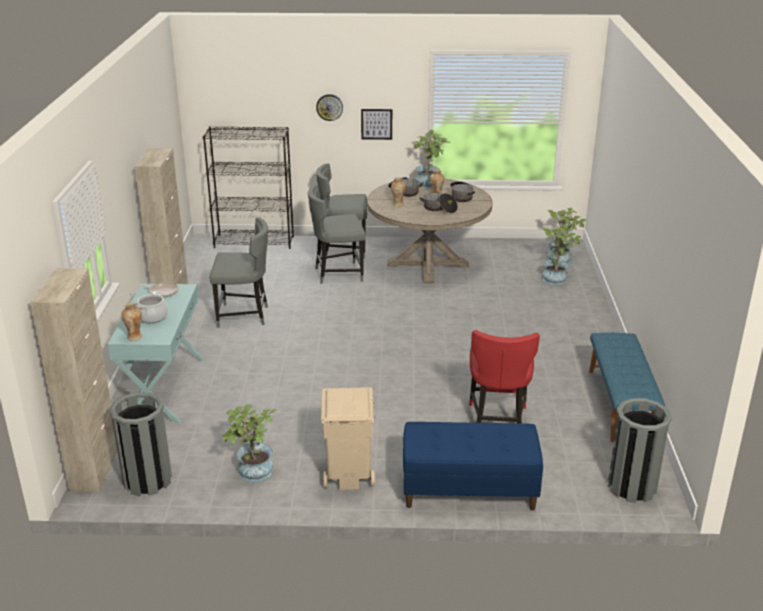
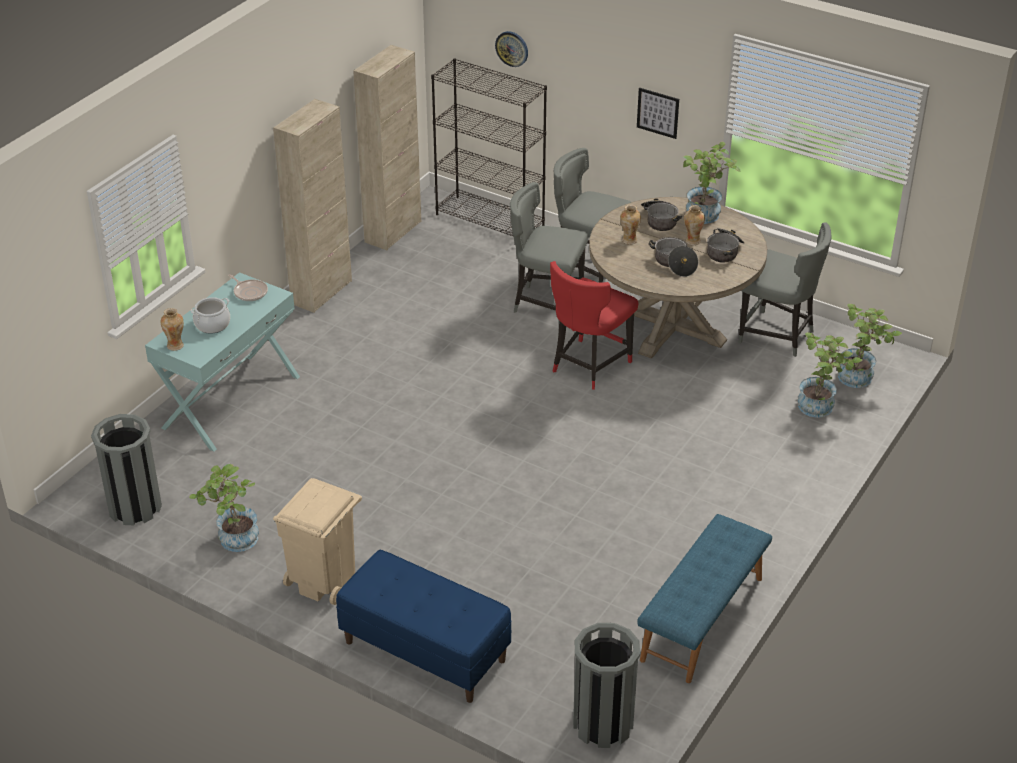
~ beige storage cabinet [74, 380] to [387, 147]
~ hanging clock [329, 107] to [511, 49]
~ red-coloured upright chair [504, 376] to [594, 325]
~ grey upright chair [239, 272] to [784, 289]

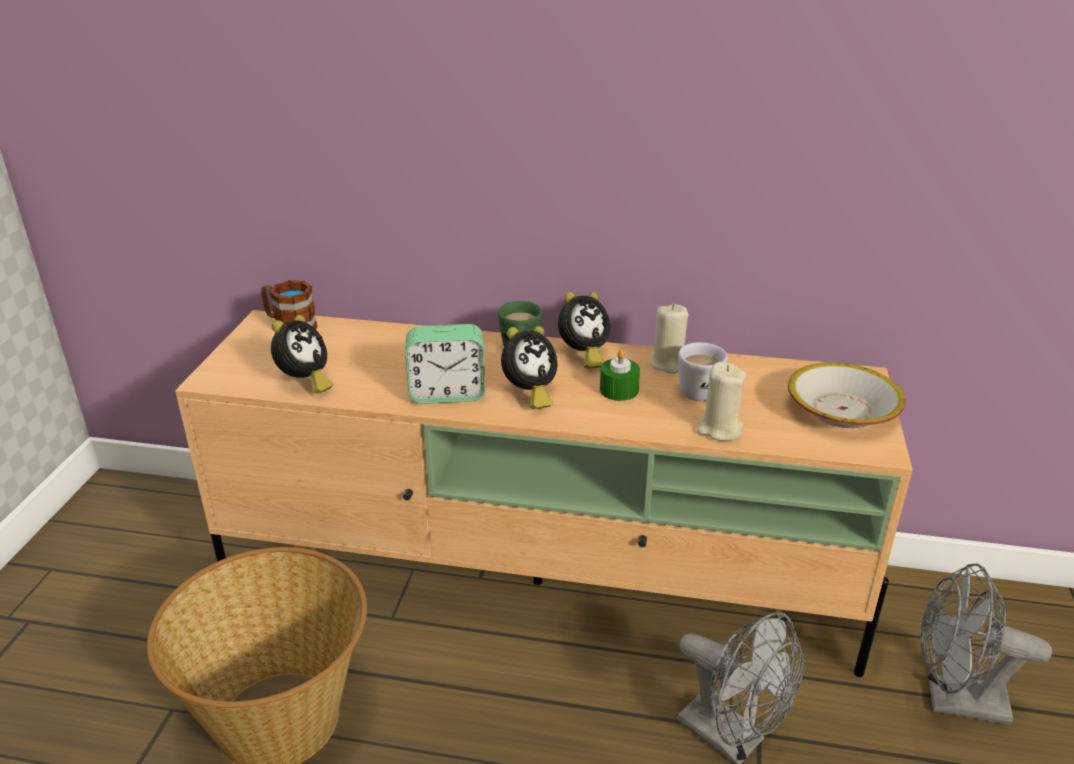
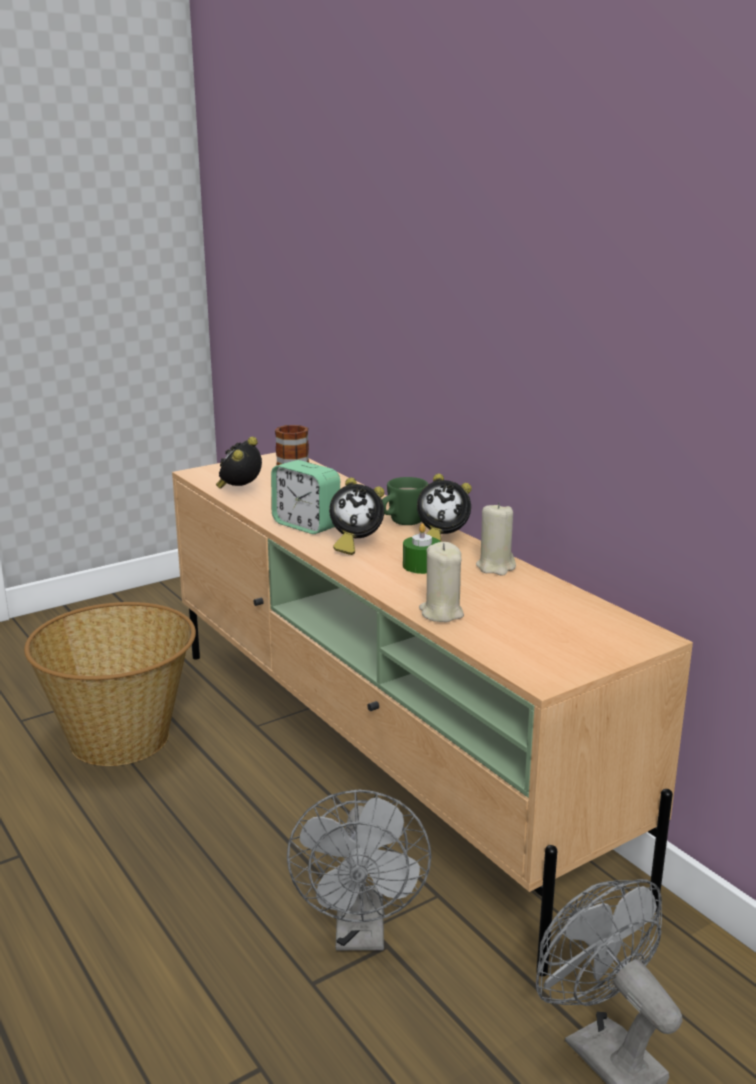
~ bedside clock [302, 354] = [239, 463] 135 degrees clockwise
- white-coloured tea mug [703, 371]
- bowl [847, 395]

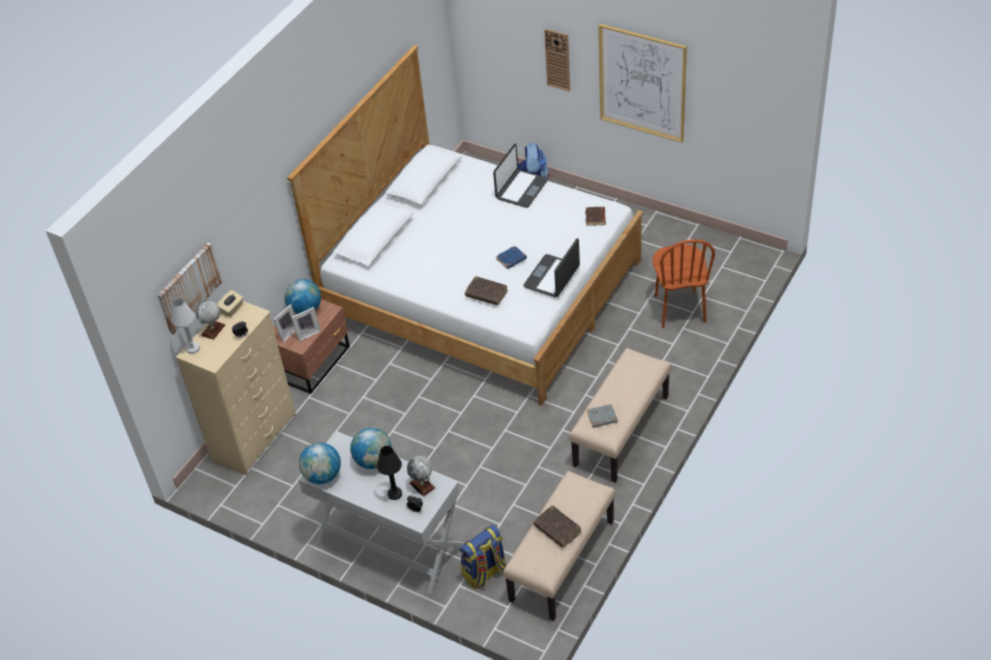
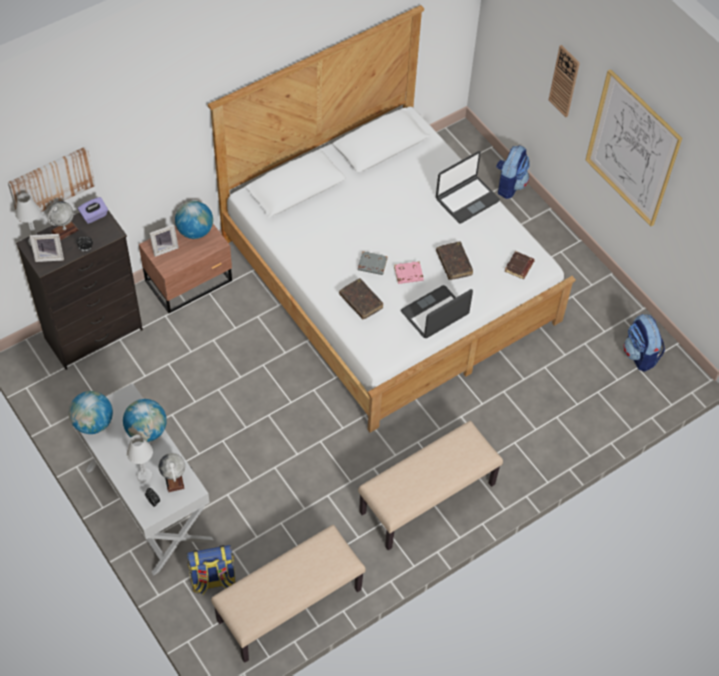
~ beige drawer chest [236, 388] to blackish drawer chest [79, 290]
~ picture frame [306, 324] to [47, 248]
~ beige tissue box [230, 303] to purplish tissue box [93, 210]
~ blackish tabletop lamp [389, 473] to white-coloured tabletop lamp [140, 459]
~ grey volume [602, 416] to [373, 263]
~ blue-coloured volume [511, 257] to pink volume [409, 272]
~ brown volume [557, 526] to [454, 260]
+ knapsack [644, 343]
- brown upright chair [683, 283]

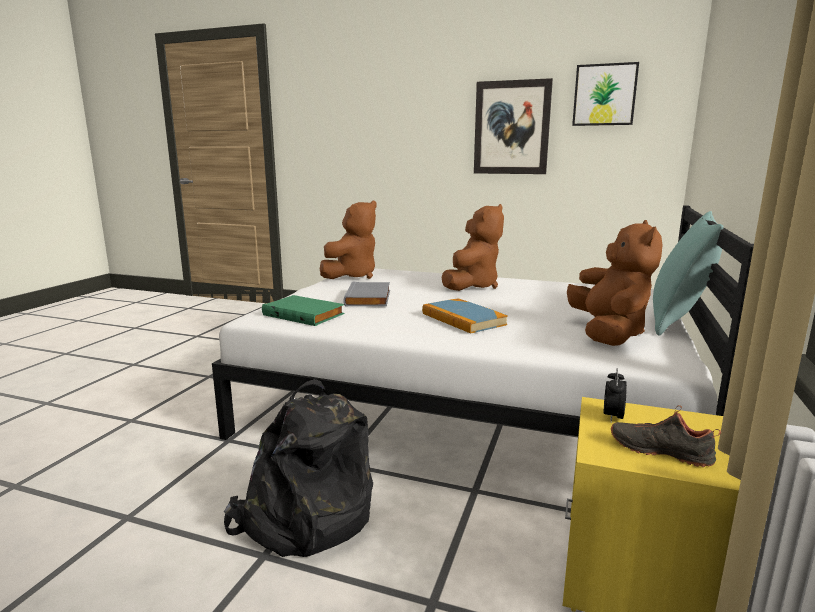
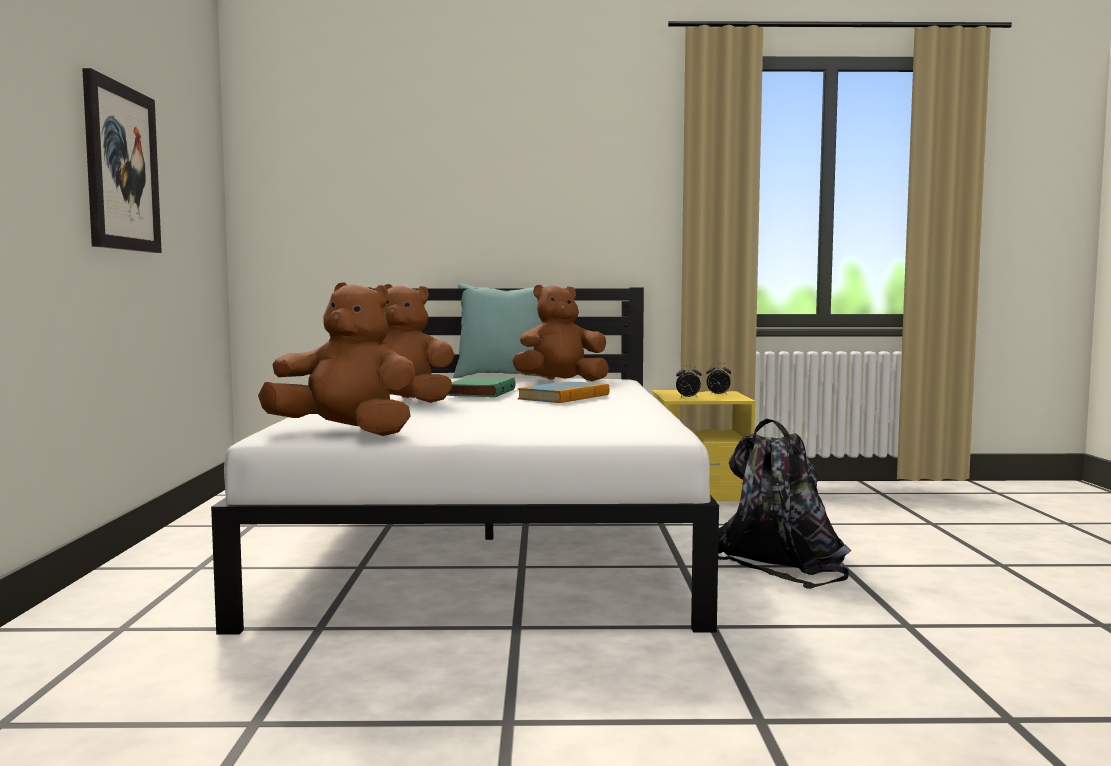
~ green volume [303, 310] to [481, 387]
~ blackish low shoe [666, 436] to bedside clock [718, 379]
- grey volume [366, 294]
- wall art [605, 94]

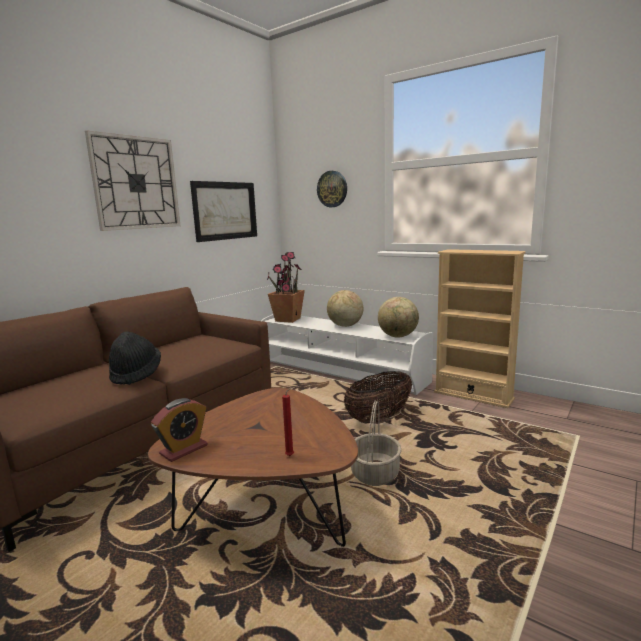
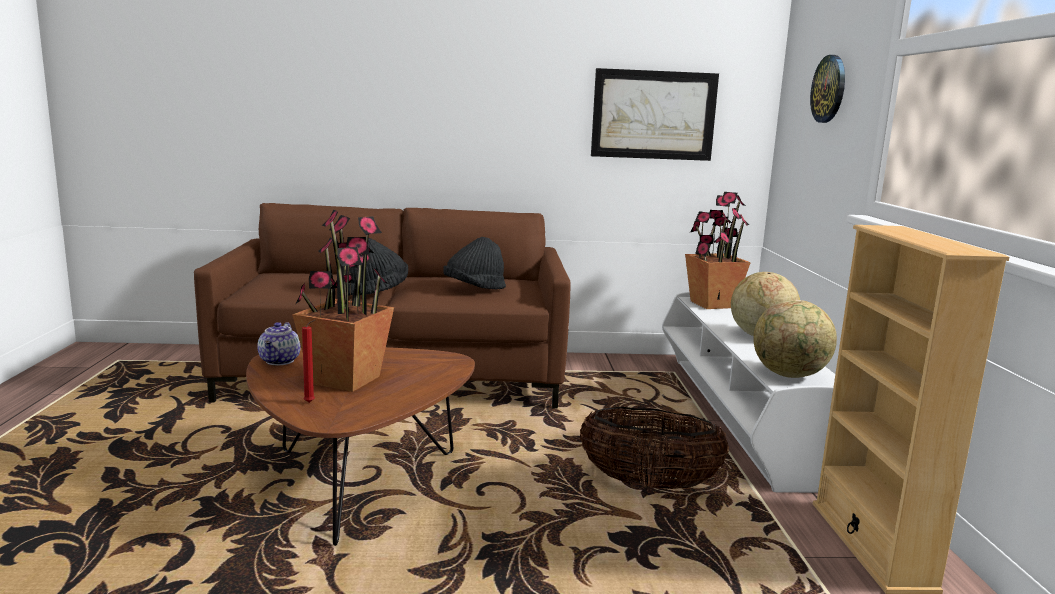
~ bedside clock [179, 430] to tea pot [279, 343]
+ plant in a pot [343, 300]
+ blackish hat [474, 263]
- hanging clock [132, 181]
- storage basket [376, 443]

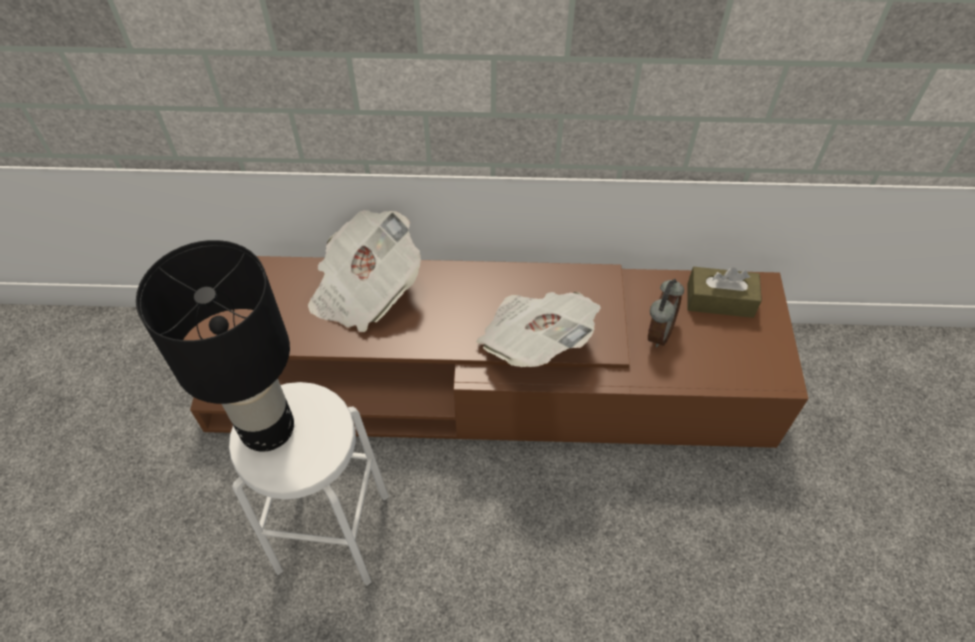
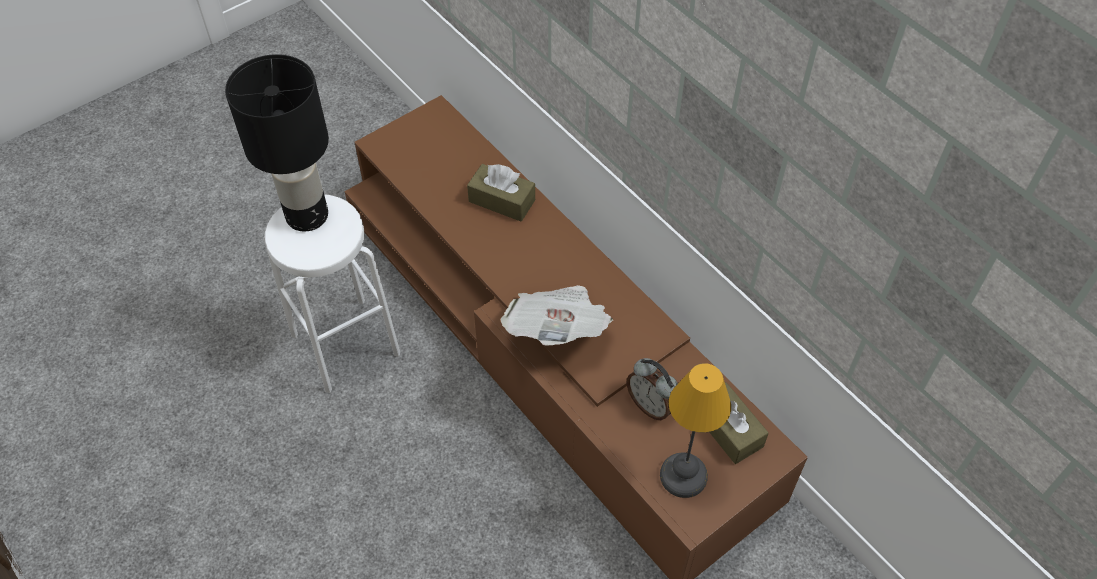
~ daily paper [364, 271] to brown tissue box [501, 192]
~ bedside clock [666, 313] = [652, 389] 60 degrees clockwise
+ tabletop lamp [695, 430]

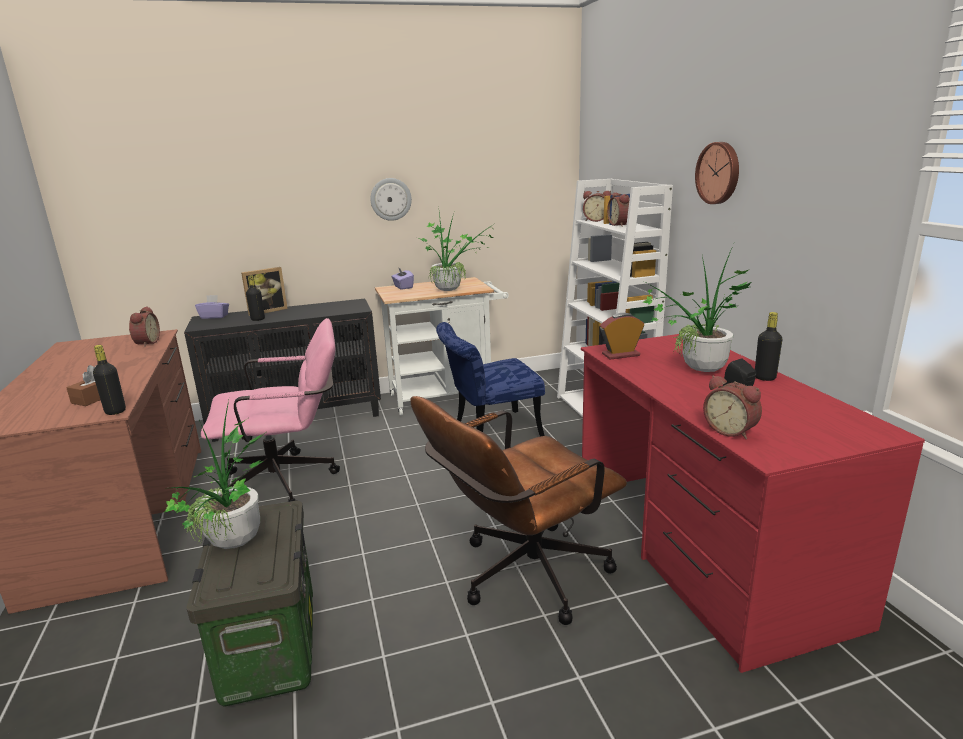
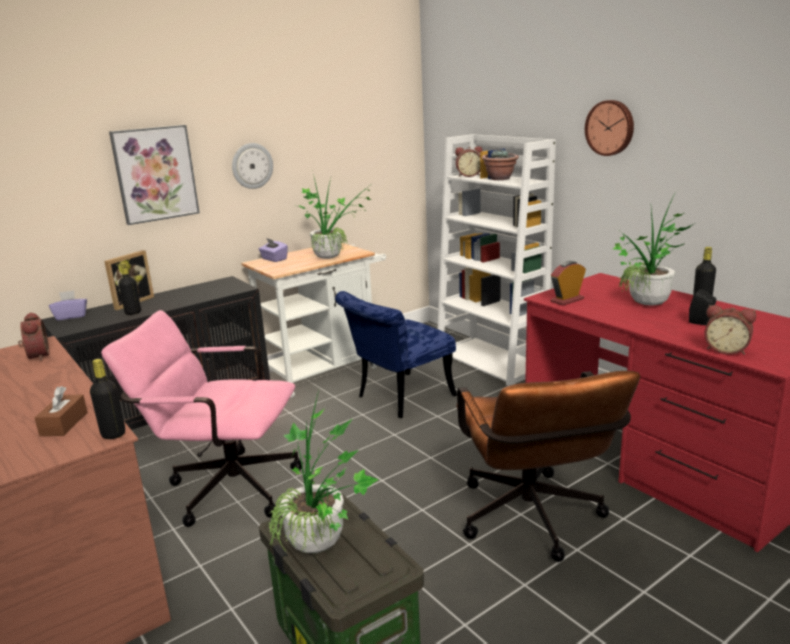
~ pink office chair [270, 410] = [201, 418] 135 degrees counterclockwise
+ wall art [154, 175]
~ brown office chair [518, 510] = [548, 466] 45 degrees counterclockwise
~ bedside clock [618, 210] to plant in a pot [500, 164]

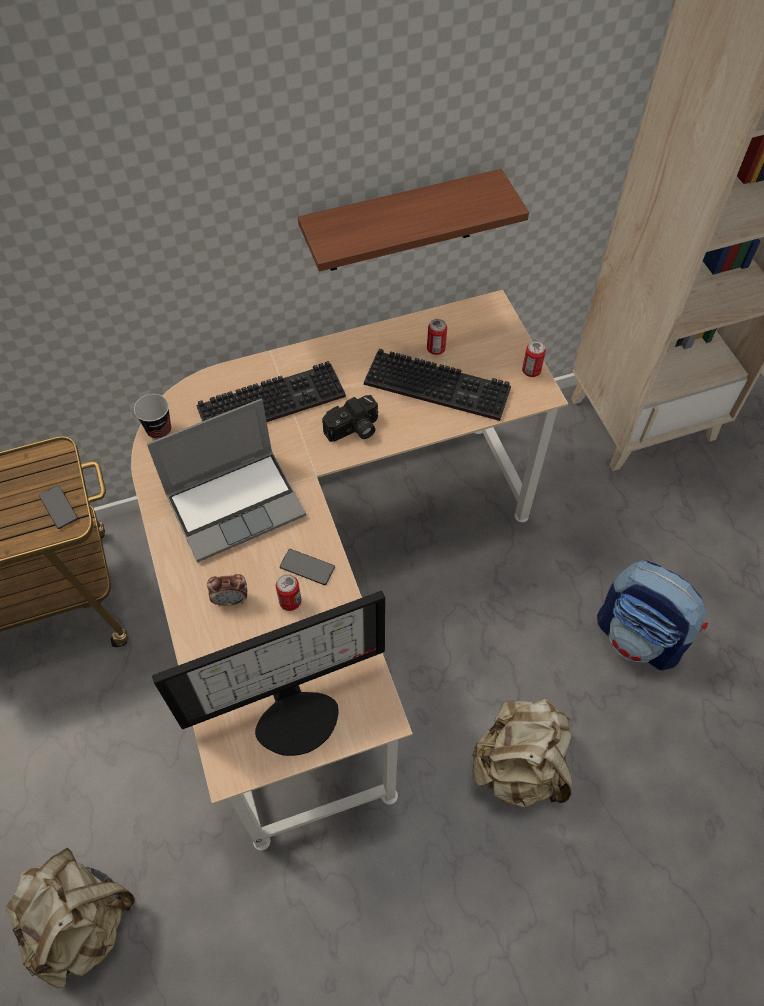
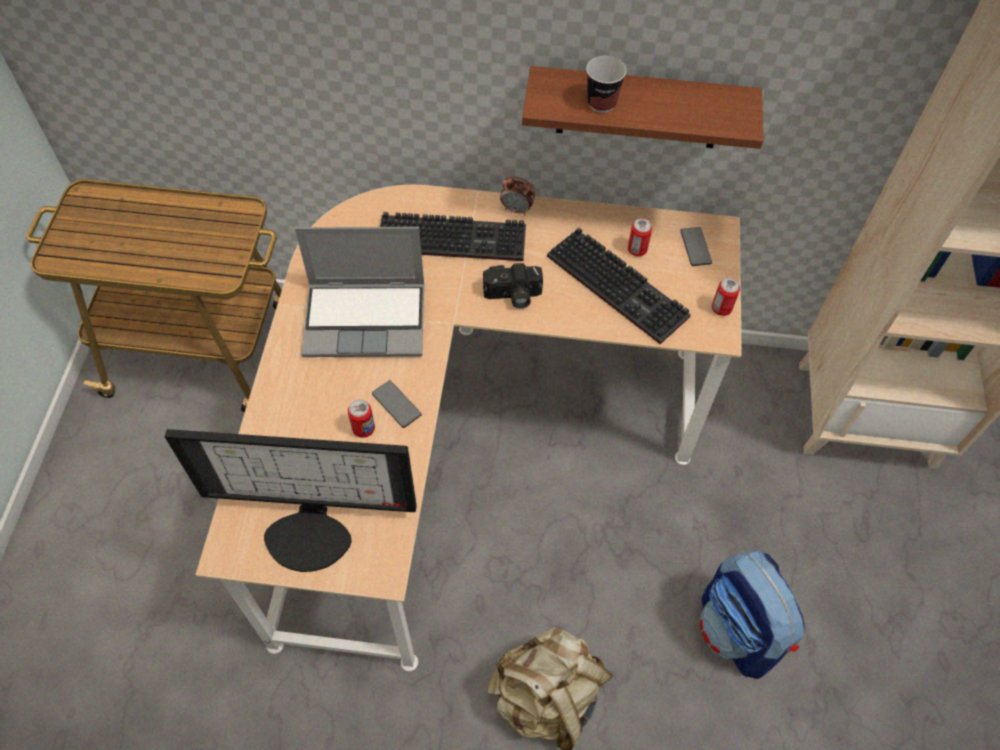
~ bedside clock [227, 590] to [517, 195]
~ small cup [152, 416] to [606, 84]
~ phone [58, 507] to [696, 246]
- beige knapsack [71, 918]

